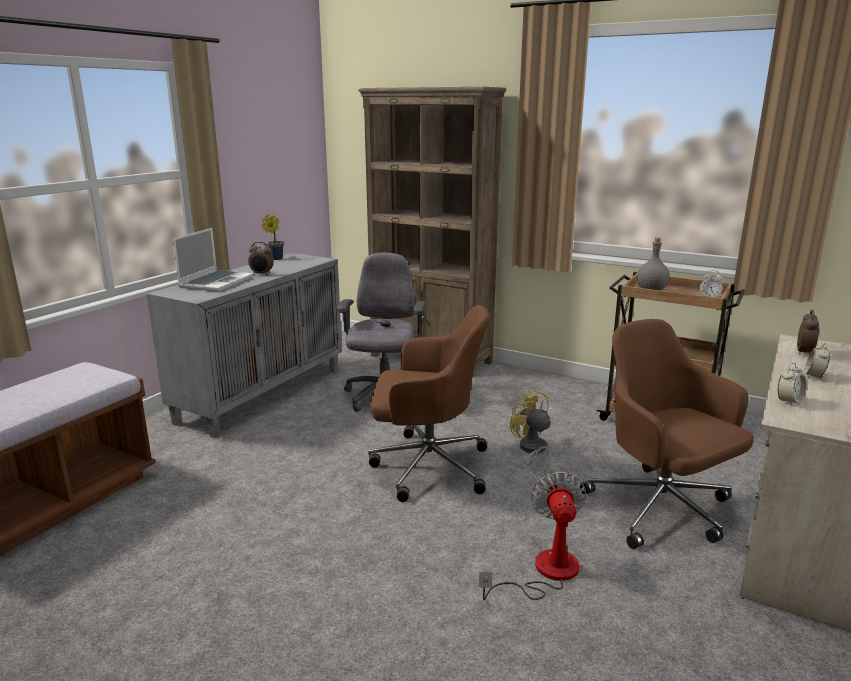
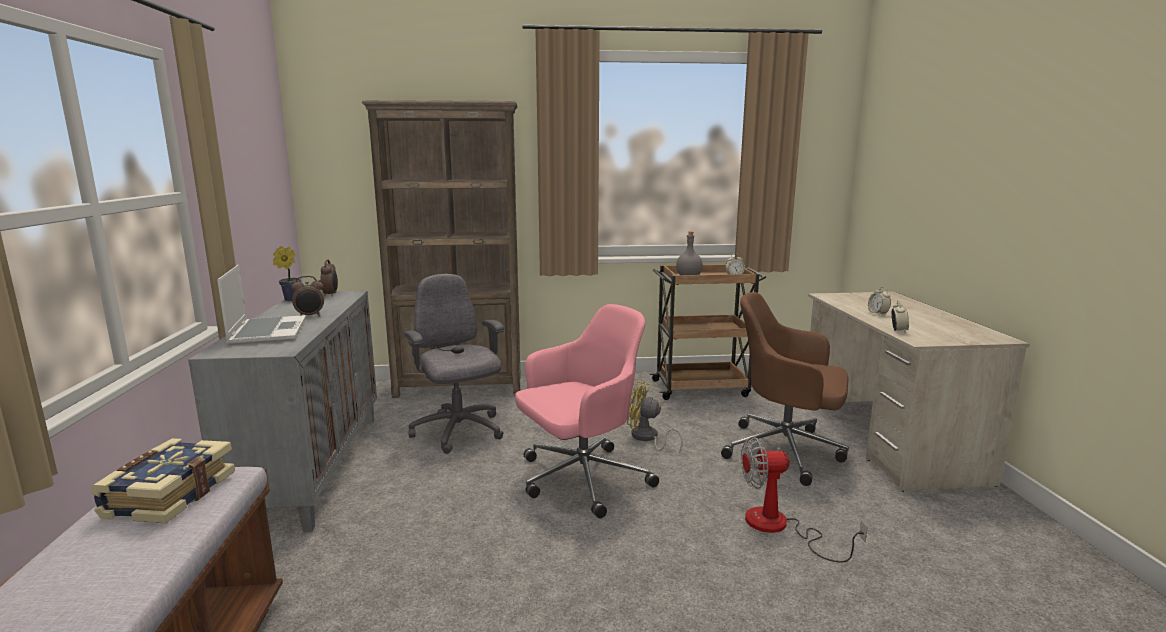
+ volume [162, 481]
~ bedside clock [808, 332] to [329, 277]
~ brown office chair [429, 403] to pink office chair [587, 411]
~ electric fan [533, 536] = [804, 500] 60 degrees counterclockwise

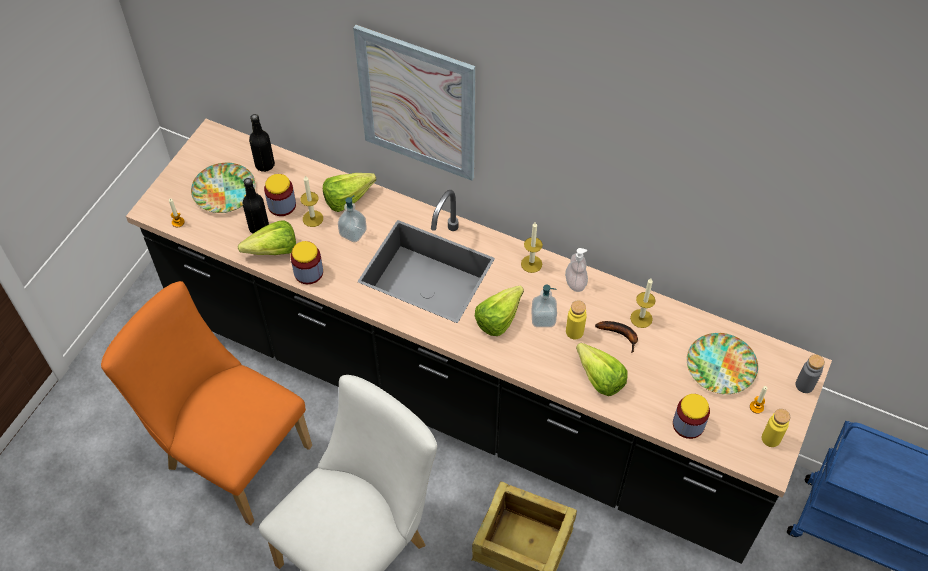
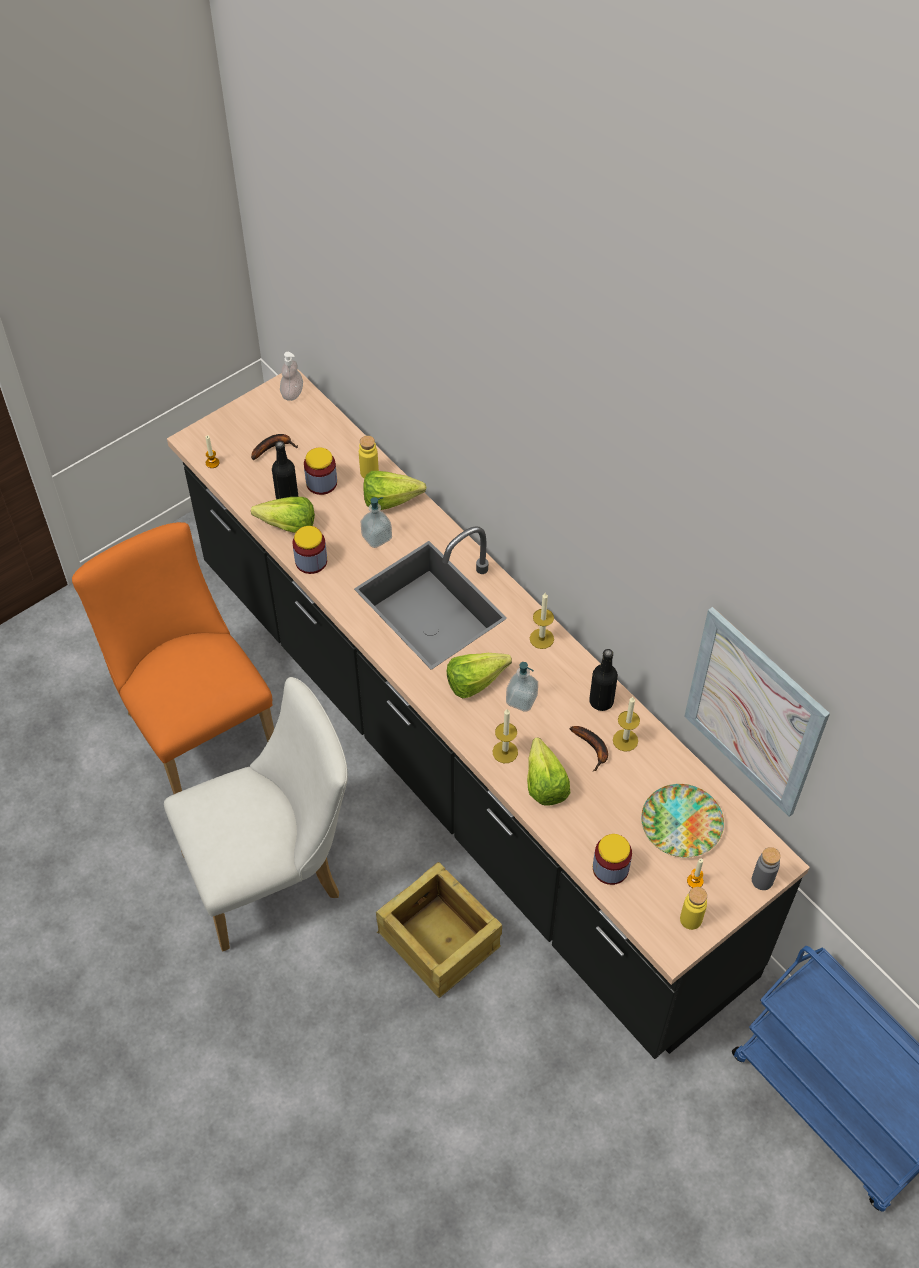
~ flat dish [223, 188] to whole banana [274, 447]
~ soap bottle [576, 270] to [291, 376]
~ yellow beverage bottle [576, 319] to [369, 457]
~ wax light [311, 201] to [505, 736]
~ blackish beverage bottle [262, 143] to [603, 680]
~ wall art [414, 103] to [757, 712]

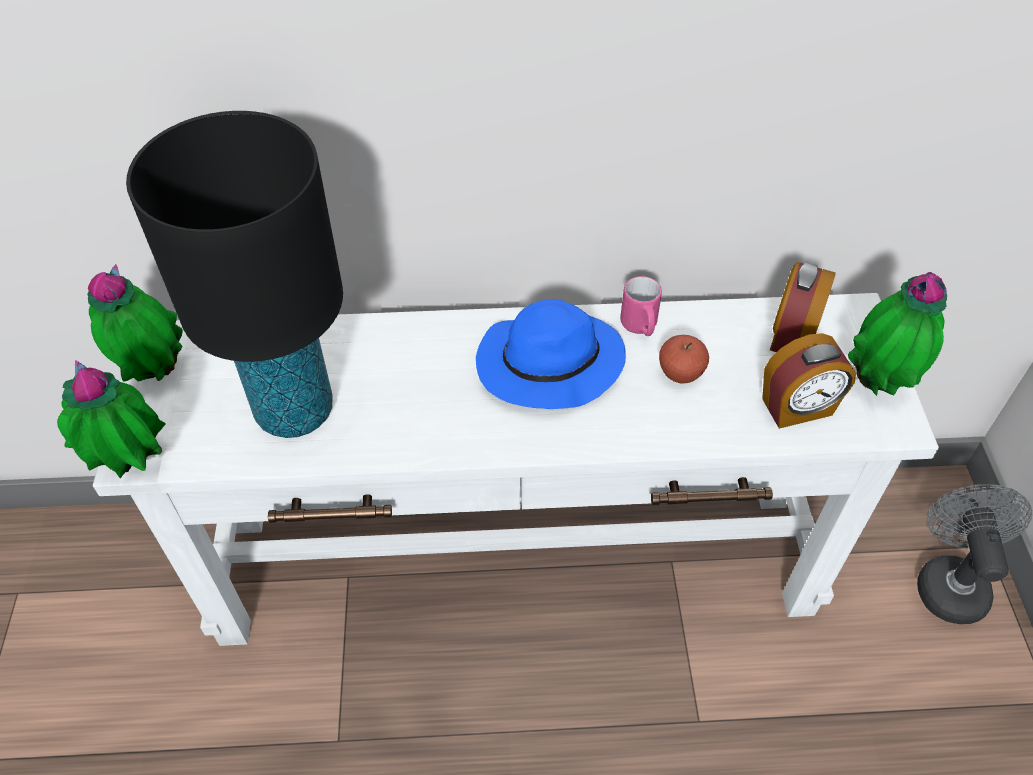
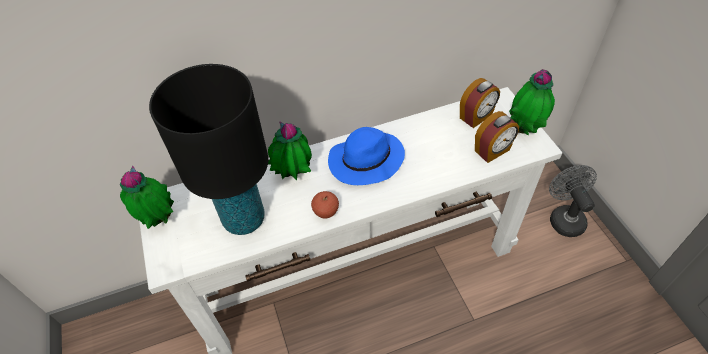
~ plant in a pot [111, 419] to [290, 150]
~ apple [684, 359] to [325, 205]
~ bedside clock [803, 307] = [480, 103] 135 degrees counterclockwise
- pink tea mug [641, 306]

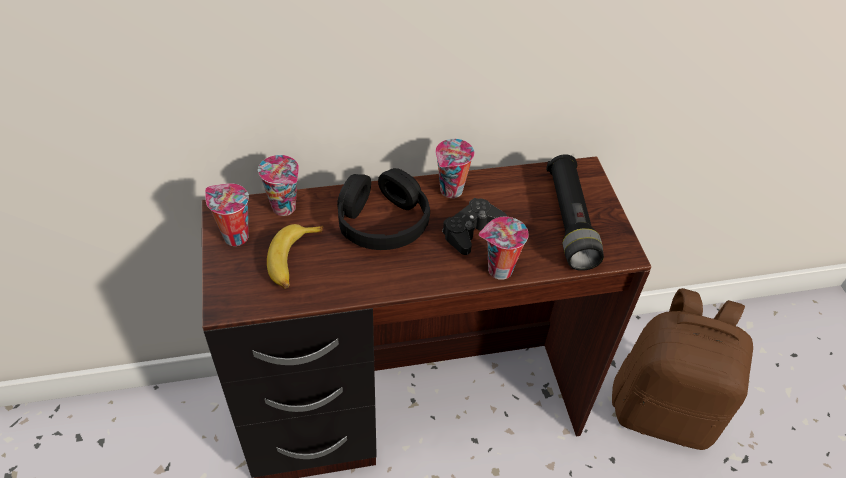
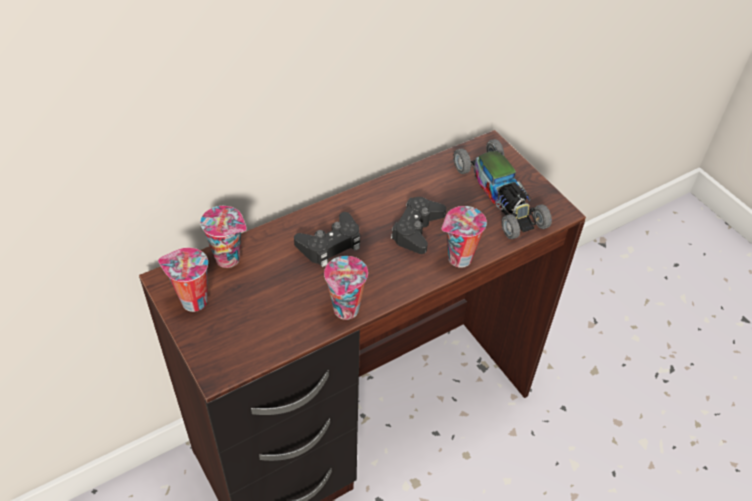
~ blackish headset [383, 209] to blackish gamepad [327, 239]
~ small cup [455, 168] to [346, 288]
~ blackish hand torch [575, 212] to toy car [503, 189]
- whole banana [295, 256]
- brown knapsack [682, 369]

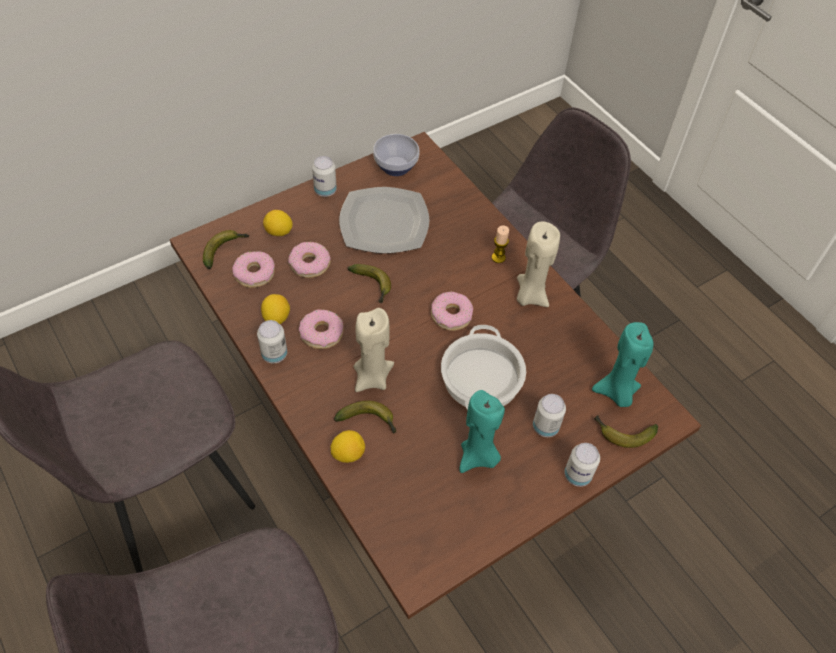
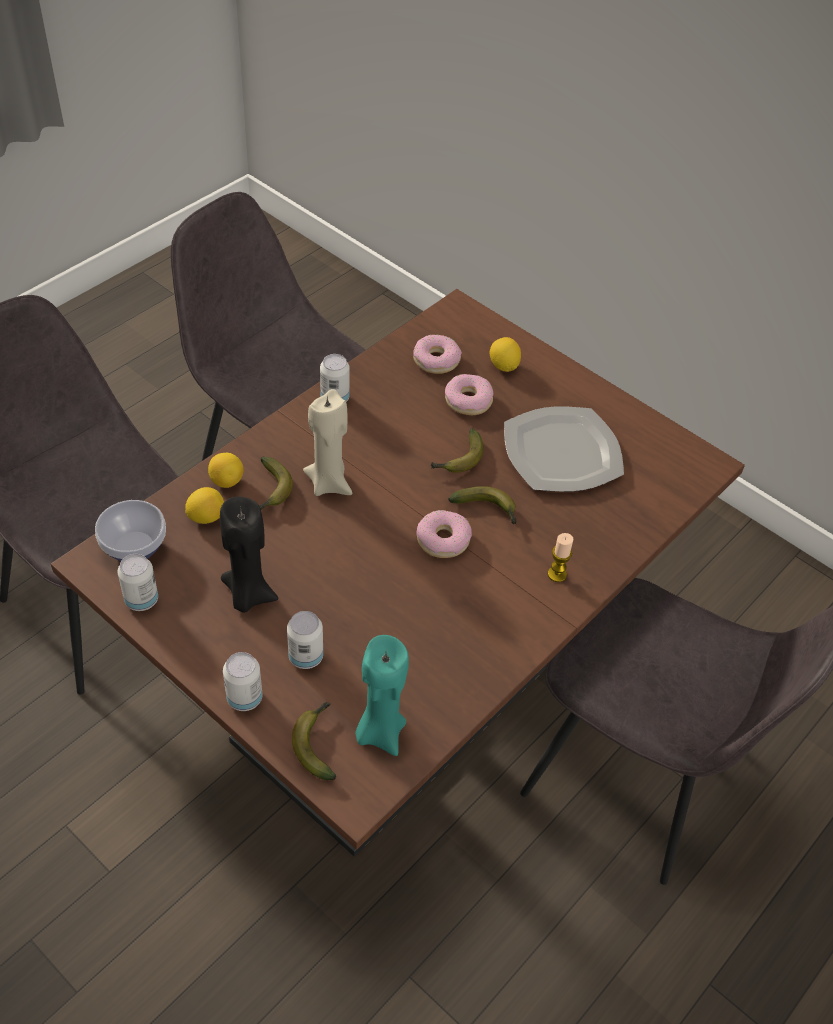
~ bowl [396, 155] to [130, 530]
~ sealed can [324, 176] to [138, 582]
~ citrus fruit [275, 309] to [204, 505]
~ blue-green wax light [482, 431] to blackish wax light [249, 555]
~ whole banana [226, 249] to [482, 505]
- donut [321, 329]
- stockpot [483, 367]
- beige wax light [538, 264]

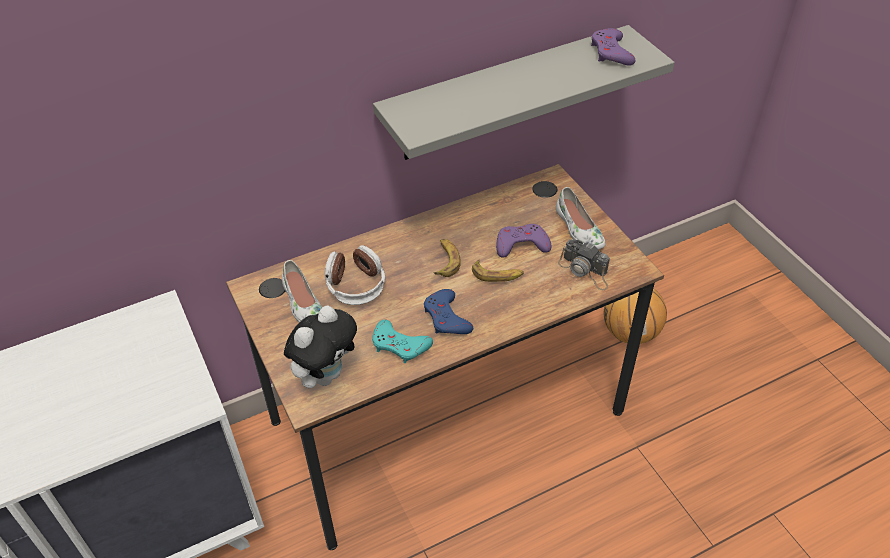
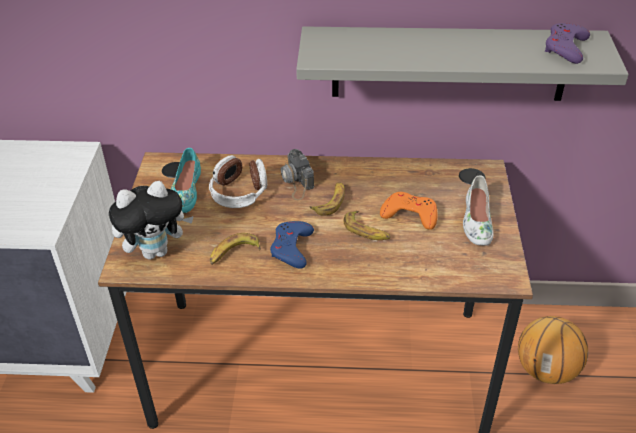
~ white-coloured low shoe [302, 291] to blue-green low shoe [186, 180]
~ blue-green gamepad [402, 341] to whole banana [235, 249]
~ photo camera [584, 264] to [297, 174]
~ purplish gamepad [523, 240] to orange-coloured gamepad [408, 211]

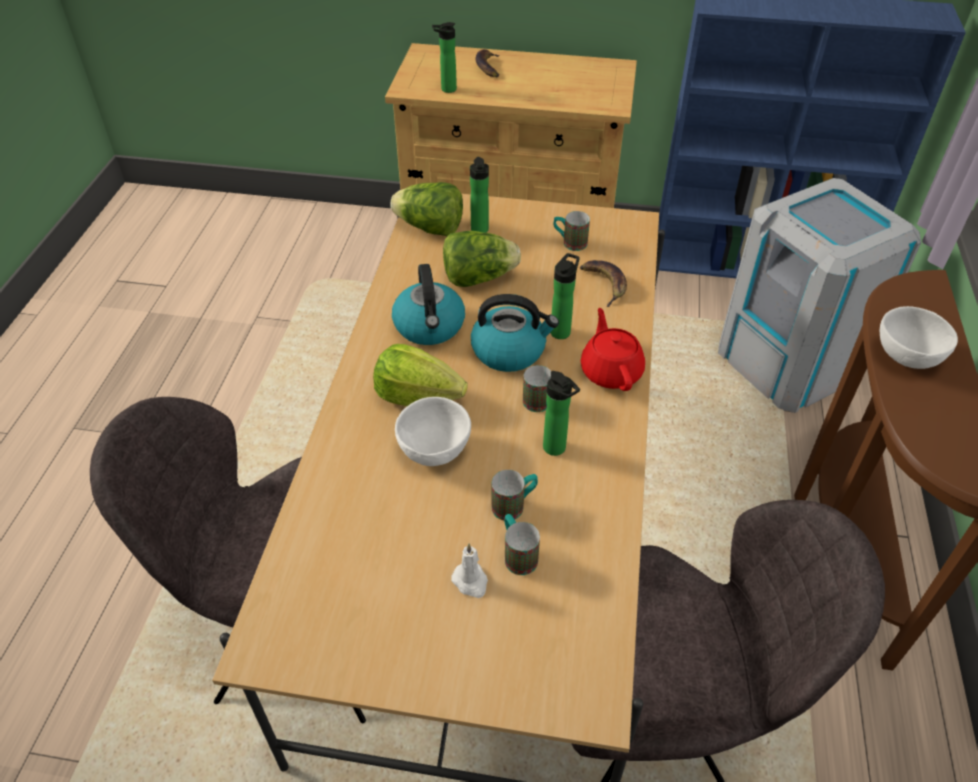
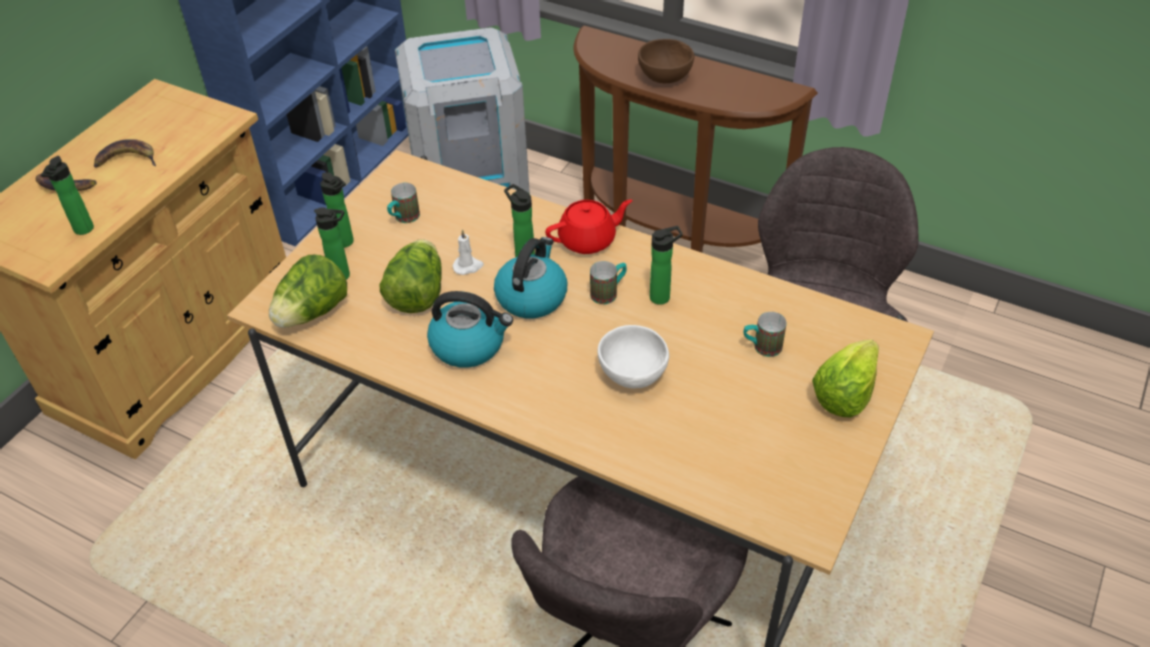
~ whole banana [603, 283] to [125, 153]
+ beverage bottle [337, 210]
~ white-coloured wax light [469, 570] to [468, 252]
~ red-coloured tea pot [613, 349] = [588, 227] 150 degrees clockwise
~ white-coloured bowl [919, 337] to brown bowl [666, 61]
~ lettuce [420, 375] to [845, 379]
- tea mug [515, 495]

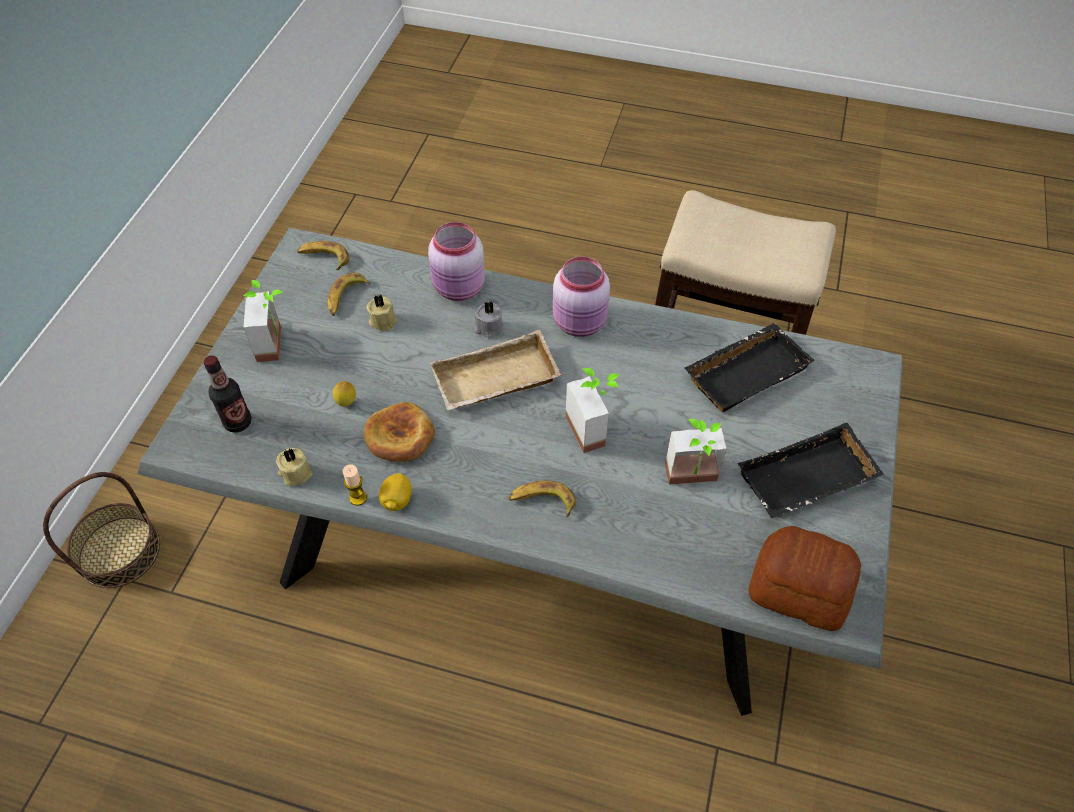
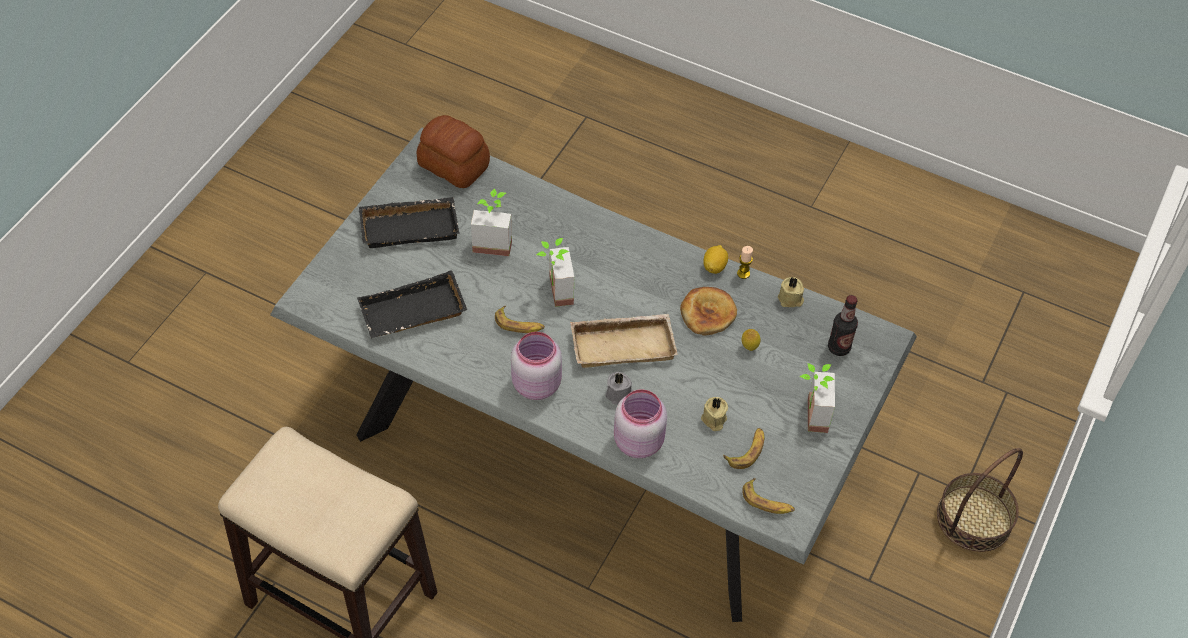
~ whole banana [542, 499] to [520, 319]

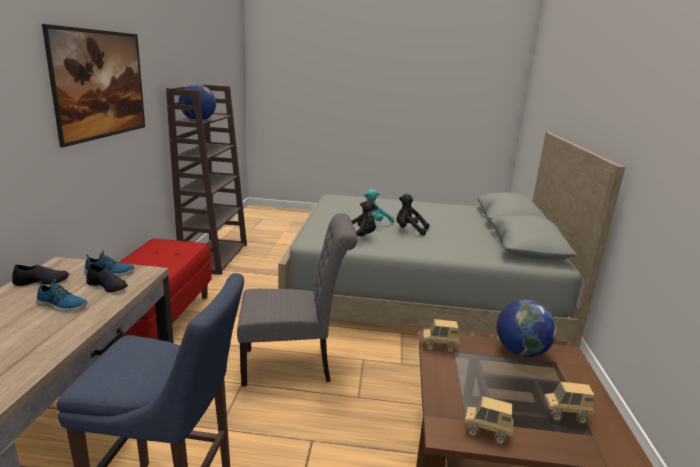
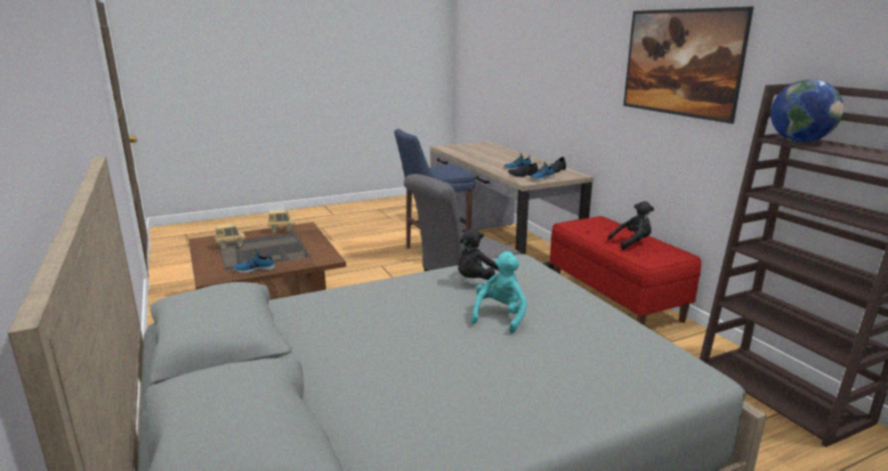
~ desk globe [527, 328] to low shoe [254, 261]
~ blackish soft toy [413, 214] to [631, 225]
- toy lorry [441, 336]

